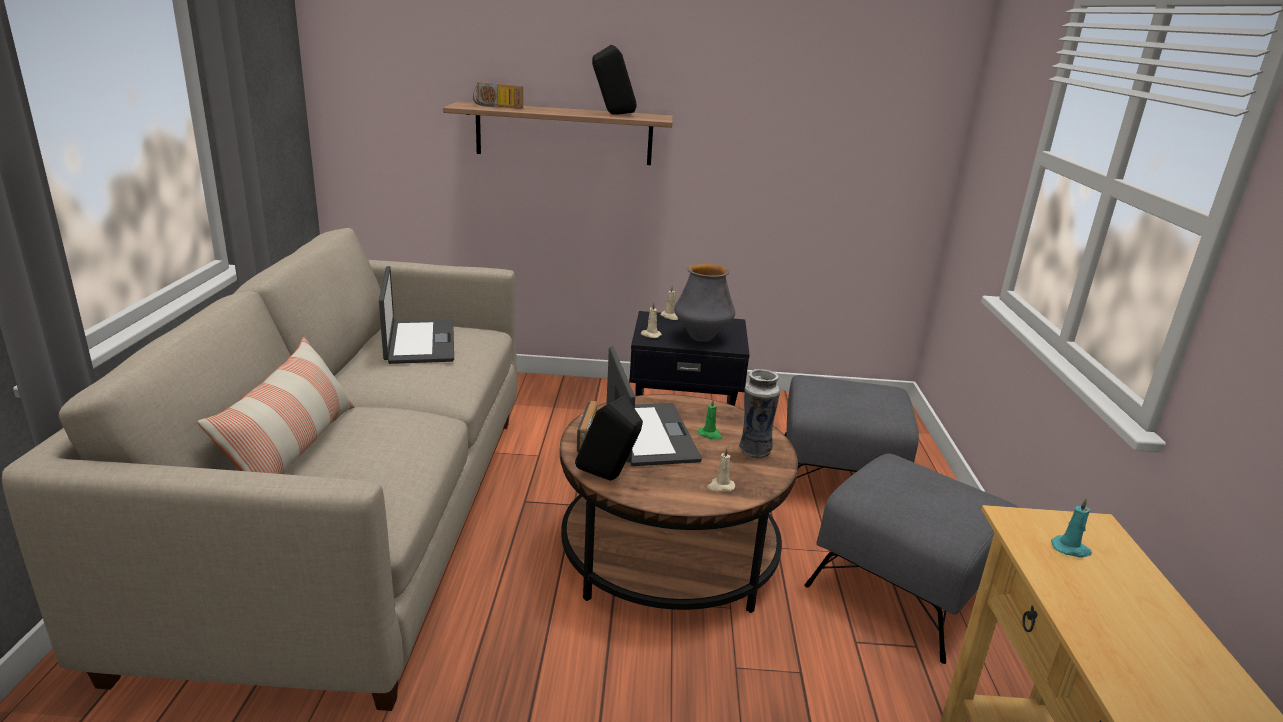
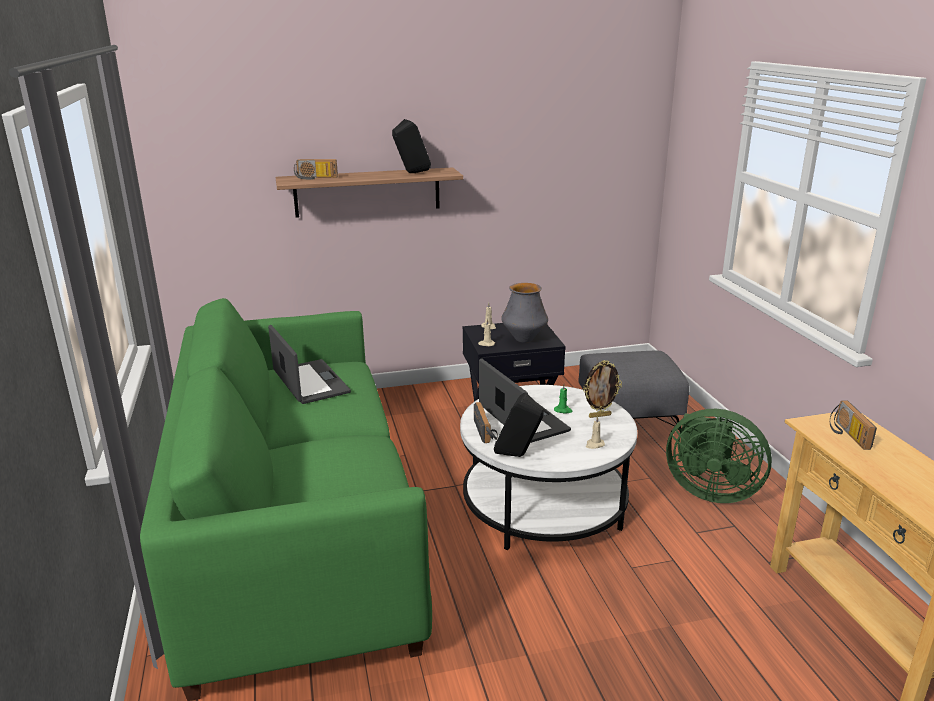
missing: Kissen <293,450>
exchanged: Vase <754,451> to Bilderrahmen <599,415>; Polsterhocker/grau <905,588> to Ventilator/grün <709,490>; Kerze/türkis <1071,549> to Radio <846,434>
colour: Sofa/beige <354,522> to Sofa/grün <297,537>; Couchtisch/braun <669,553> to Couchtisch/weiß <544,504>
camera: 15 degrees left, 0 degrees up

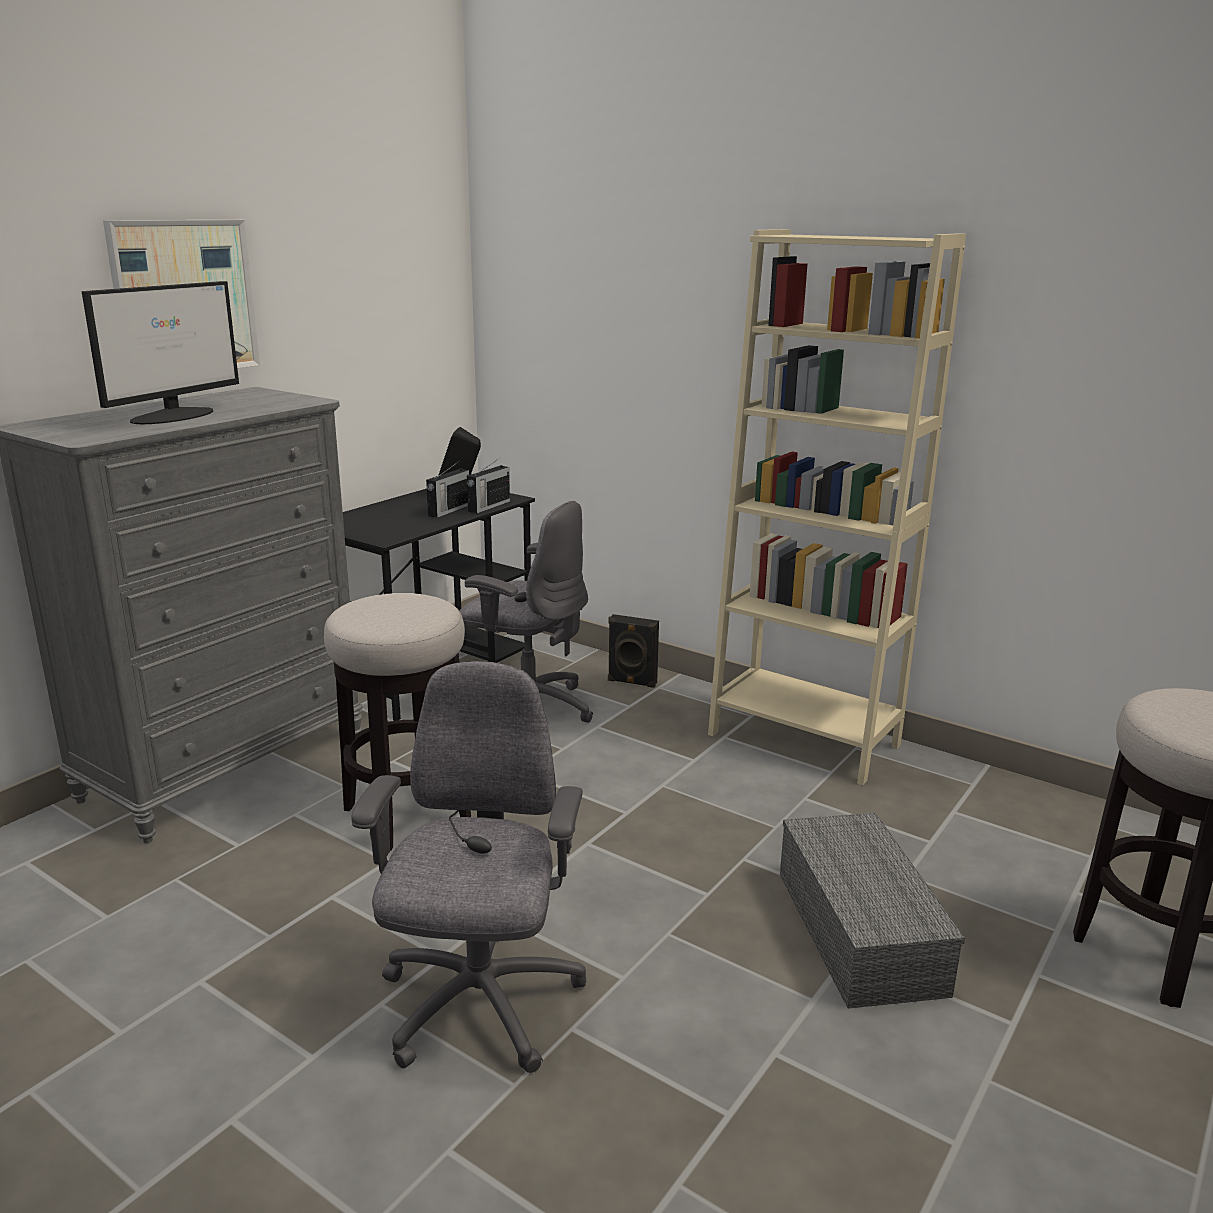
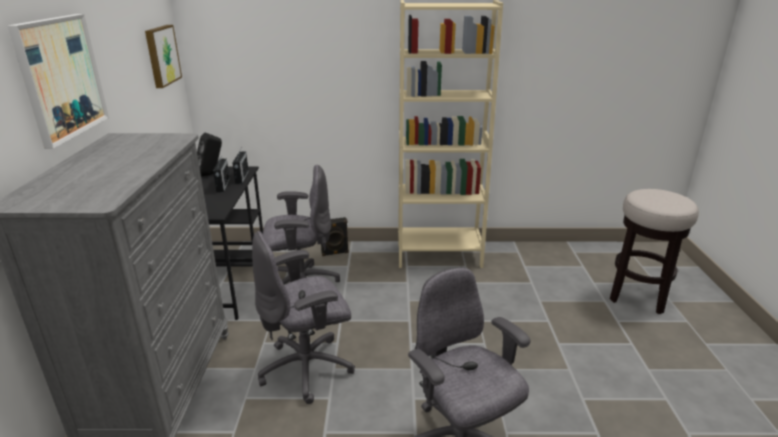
missing: Monitor <174,415>; Aufbewahrungsbox/grau <855,929>
appeared: Bild <161,55>
exchanged: Hocker <407,814> to Bürostuhl/grau <308,368>
camera: 35 degrees left, 5 degrees up

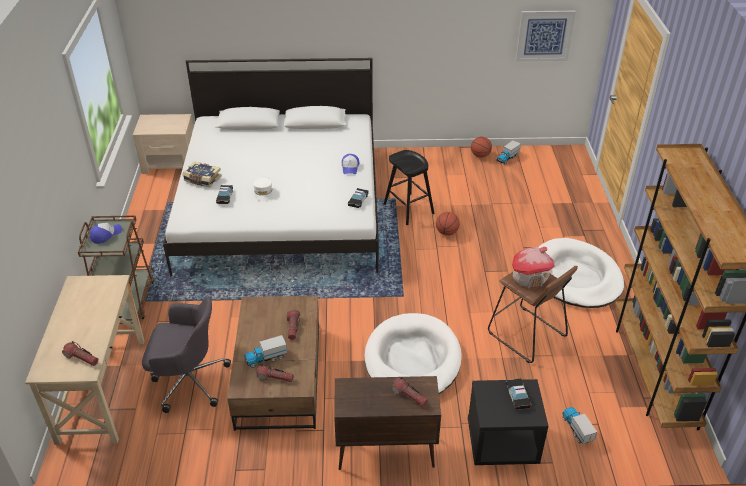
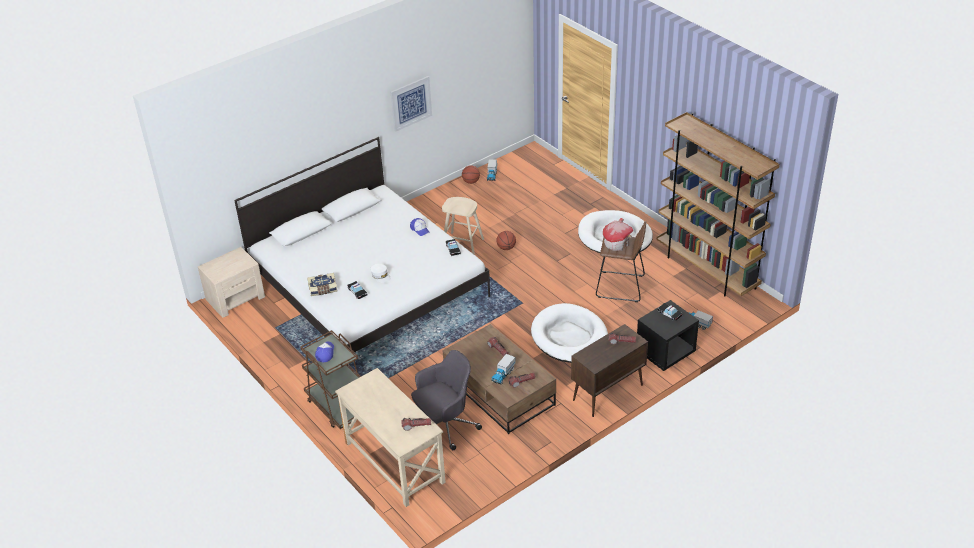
relocated: Bild <544,35> to <411,103>
colour: Hocker/schwarz <408,209> to Hocker/beige <462,244>
camera: 35 degrees left, 0 degrees up

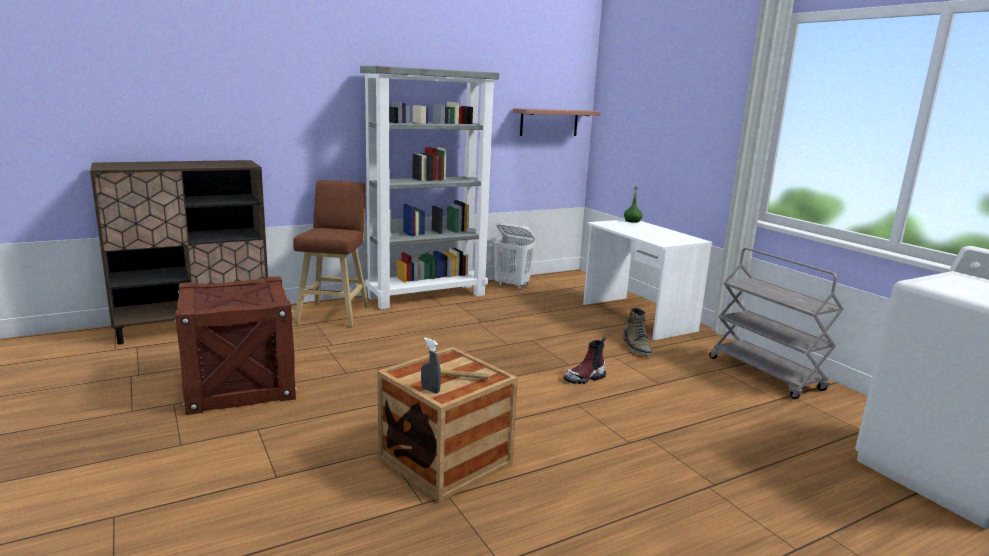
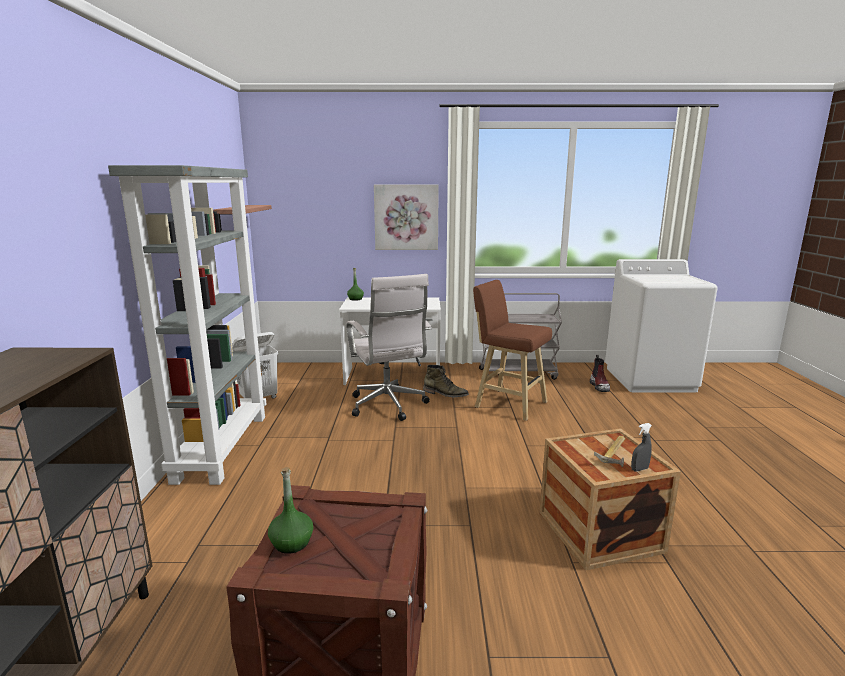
appeared: Bild <406,217>; Bürostuhl/weiß <388,406>; Flasche/grün <291,543>
relocated: Hocker/braun <334,313> to <508,404>; Stiefel <585,378> to <599,386>
camera: 60 degrees left, 0 degrees up

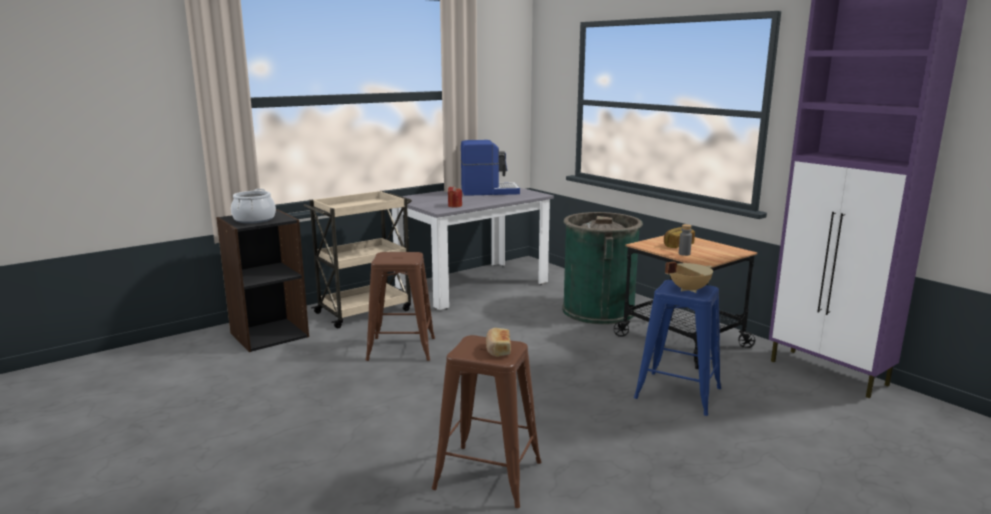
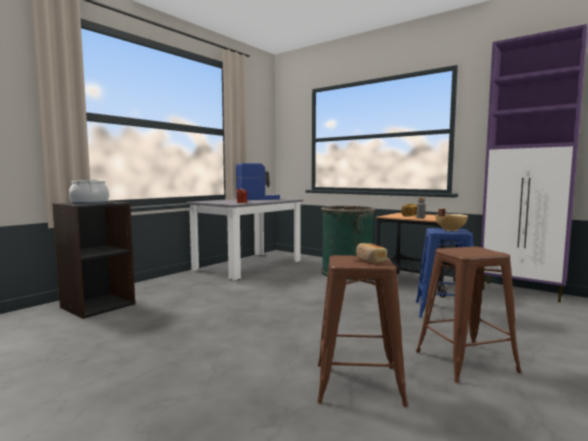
missing: Rollwagen/beige <365,311>
relocated: Hocker/braun <401,349> to <465,361>
camera: 15 degrees left, 10 degrees down

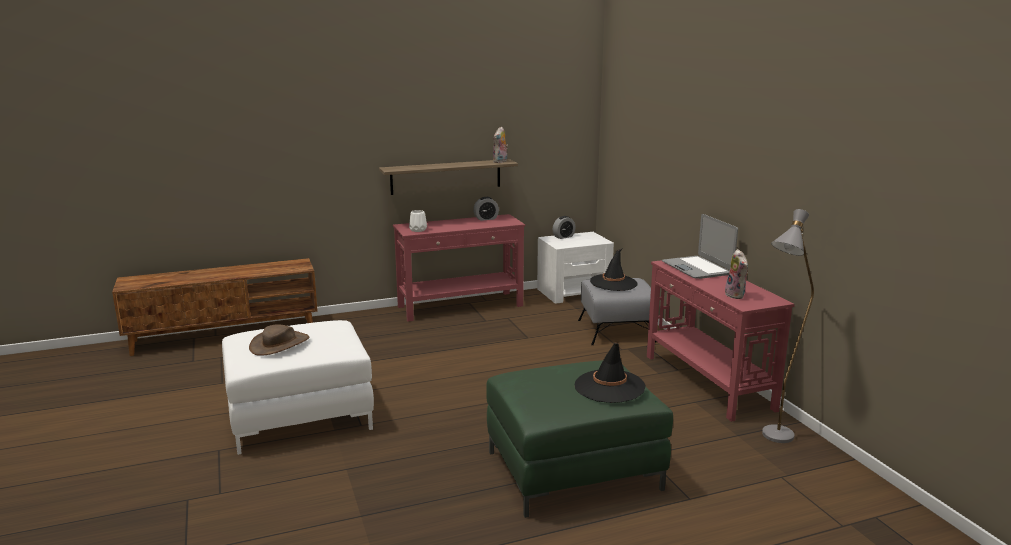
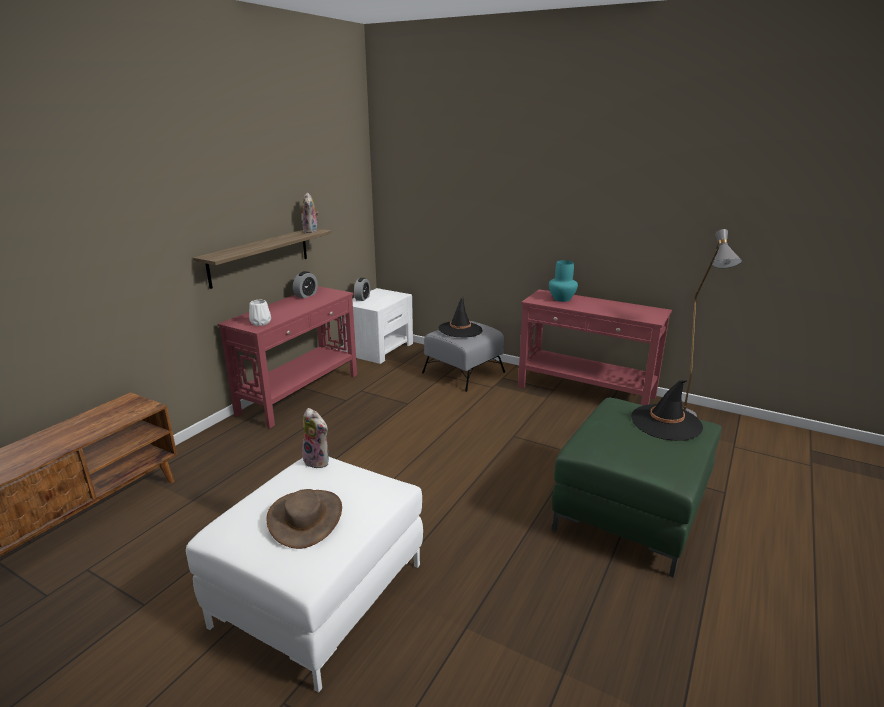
relocated: Plüschtier <736,295> to <318,461>
exchanged: Laptop <697,268> to Vase/türkis <562,299>
camera: 40 degrees left, 5 degrees up

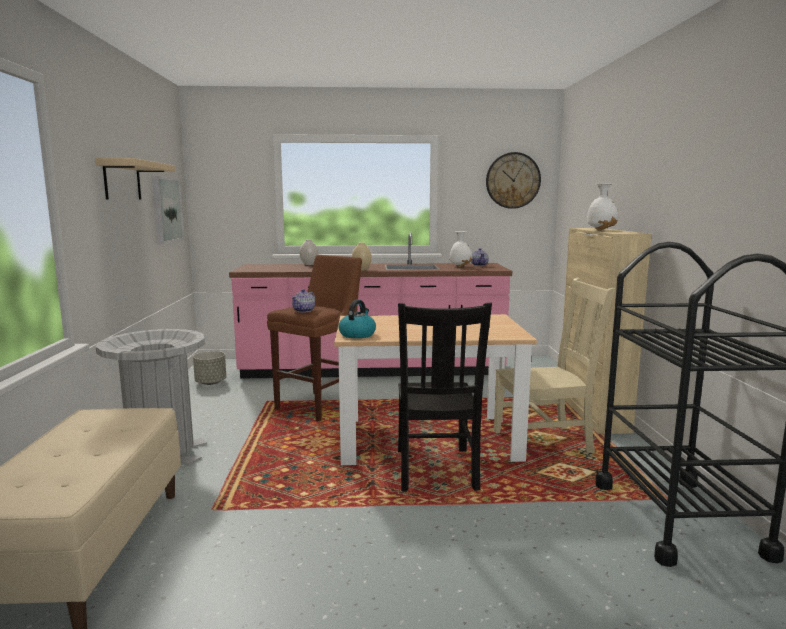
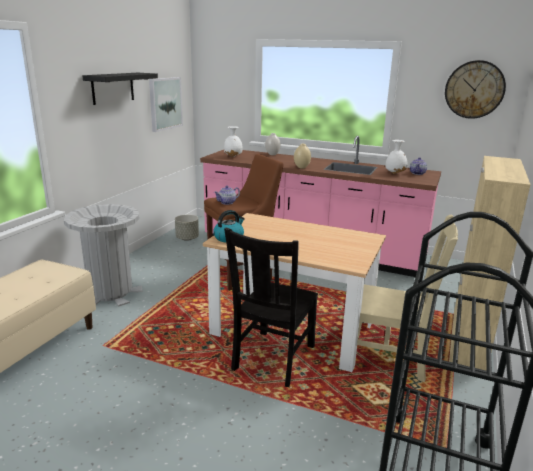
relocated: Vase/weiß <601,230> to <233,156>
colour: Wandregal/beige <122,180> to Wandregal/schwarz <113,88>
camera: 25 degrees right, 10 degrees up

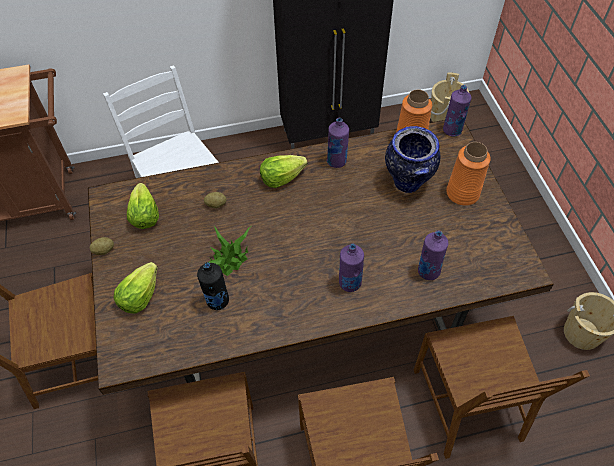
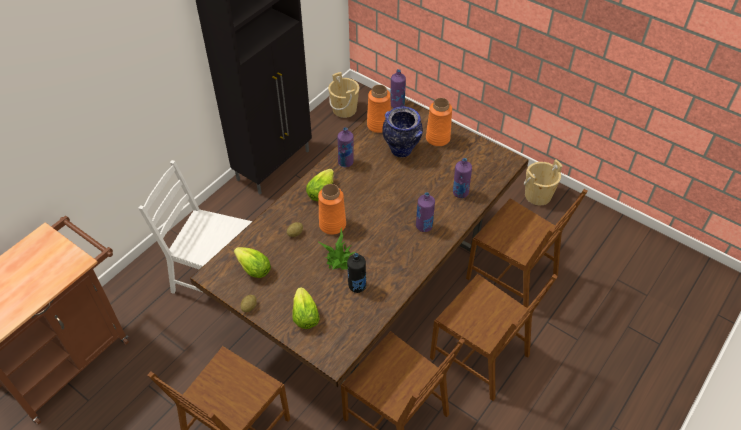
appeared: Vase/orange <332,224>
camera: 40 degrees left, 5 degrees down

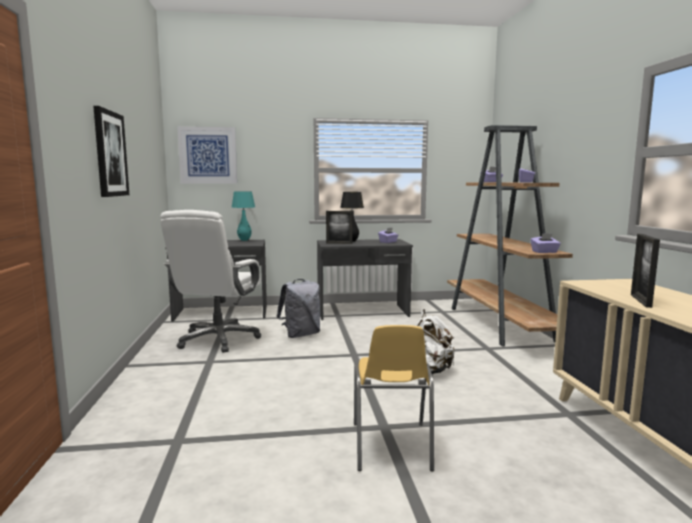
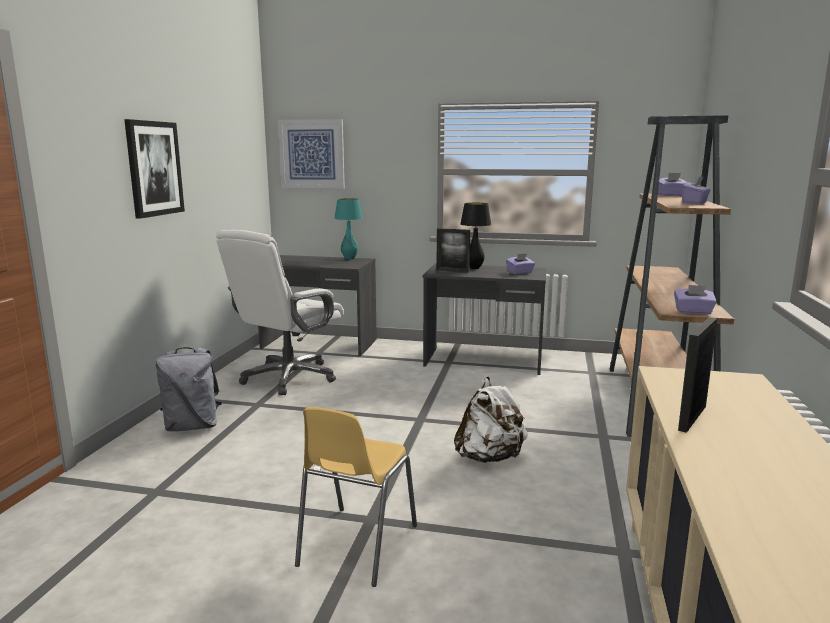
relocated: Rucksack/grau <301,334> to <193,426>
camera: 20 degrees right, 5 degrees up

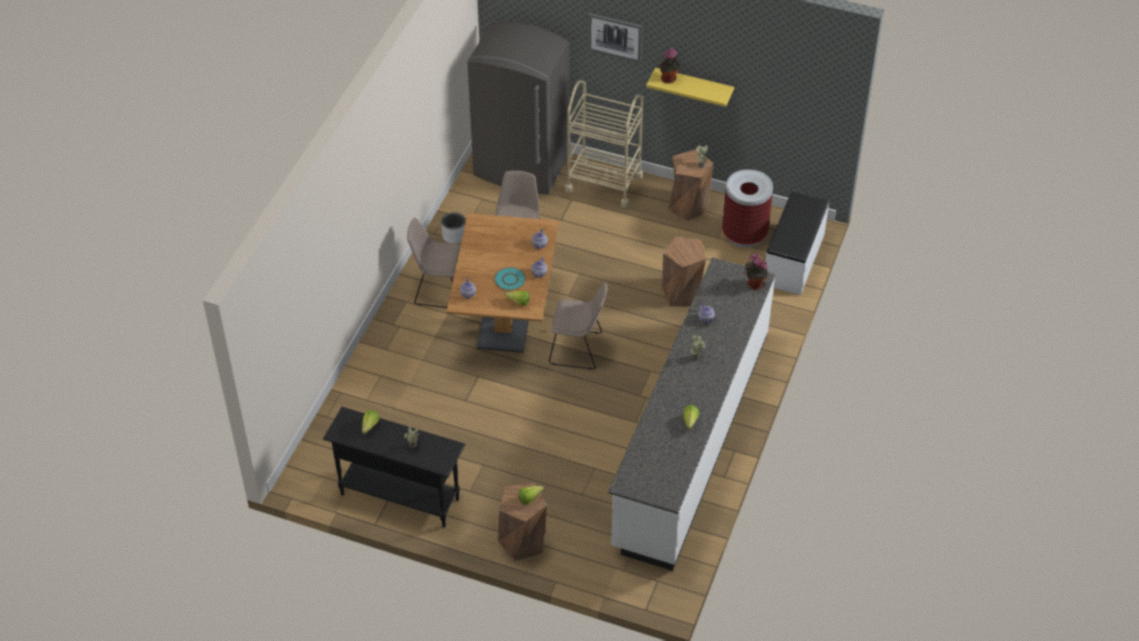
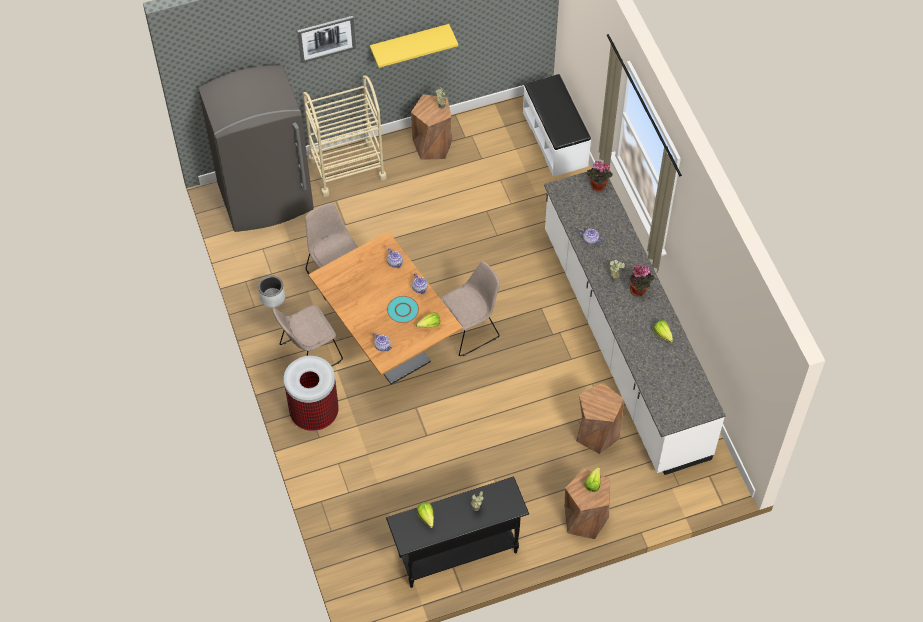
relocated: Topfpflanze <669,79> to <639,290>; Mülleimer <744,234> to <314,413>; Hocker/braun <683,293> to <597,433>
camera: 40 degrees left, 10 degrees up

